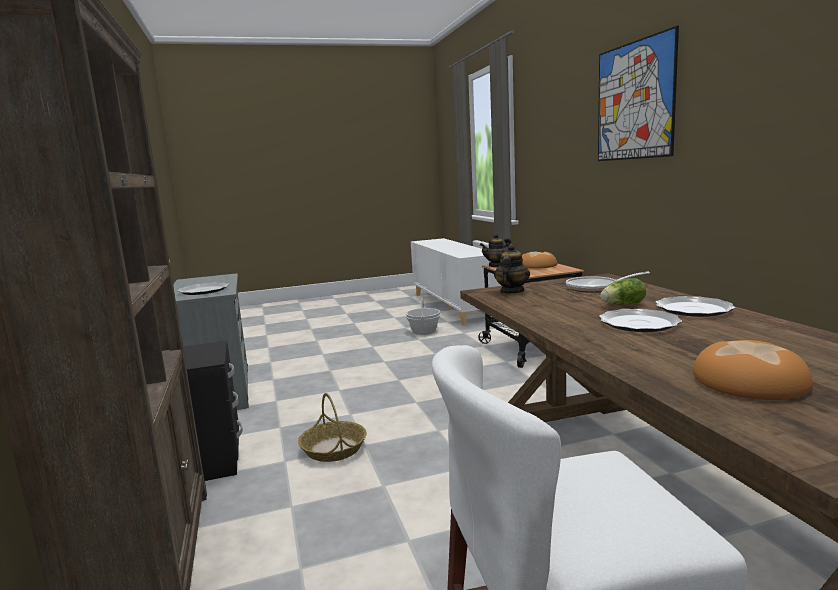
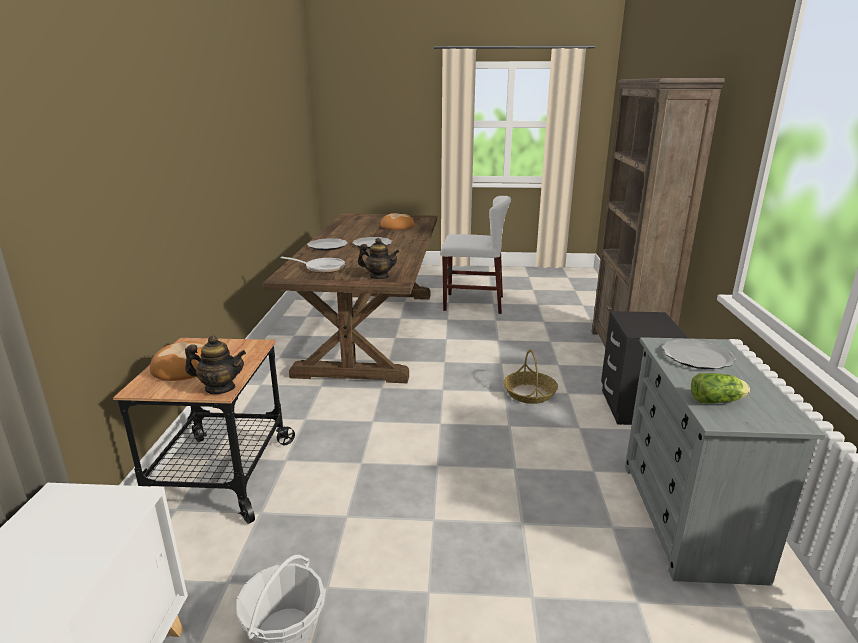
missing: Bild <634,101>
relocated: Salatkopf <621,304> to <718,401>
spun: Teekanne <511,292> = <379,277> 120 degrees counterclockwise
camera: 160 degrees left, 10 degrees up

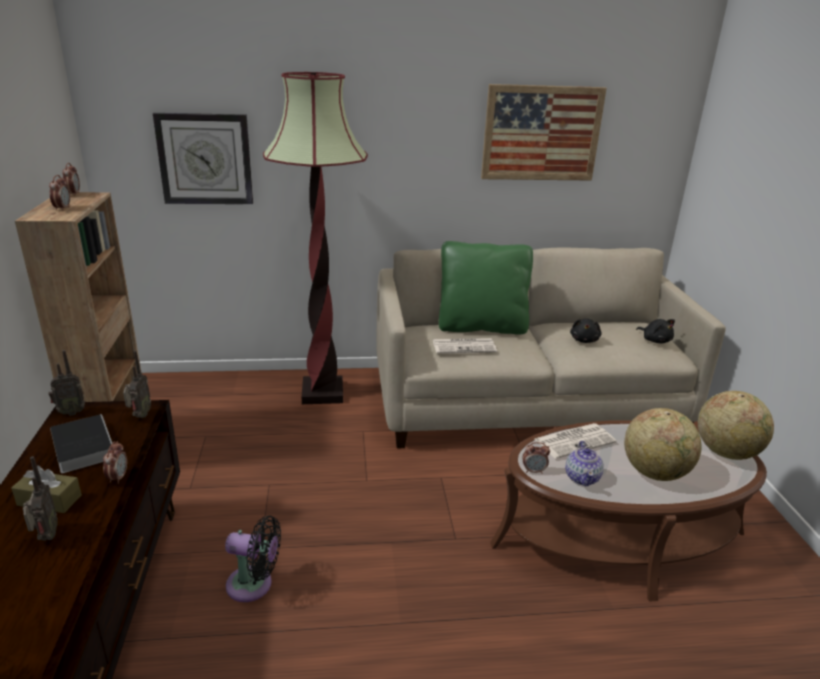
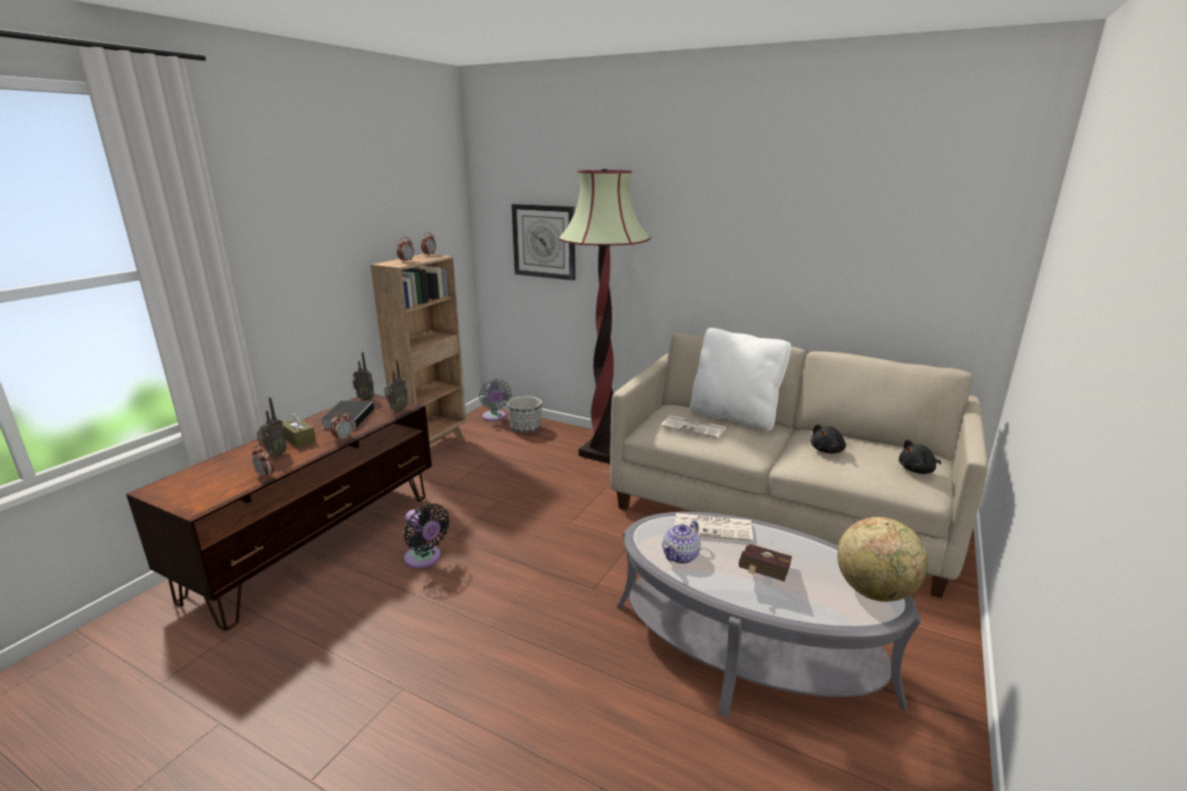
missing: Bild <541,133>
appeared: Ventilator/grau <495,417>; Pflanzkübel <525,428>
relocated: Wecker <534,471> to <265,475>
exchanged: Globus <655,472> to Buch/rot <762,578>
colour: Kissen/grün <481,327> to Kissen/weiß <734,417>; Couchtisch/braun <618,538> to Couchtisch/grau <747,651>
spun: Plüschtier/schwarz <655,340> = <917,470> 75 degrees clockwise
camera: 35 degrees right, 5 degrees down

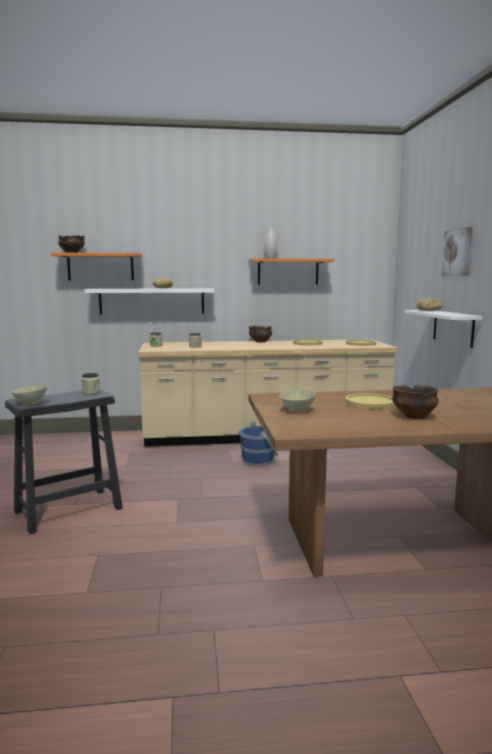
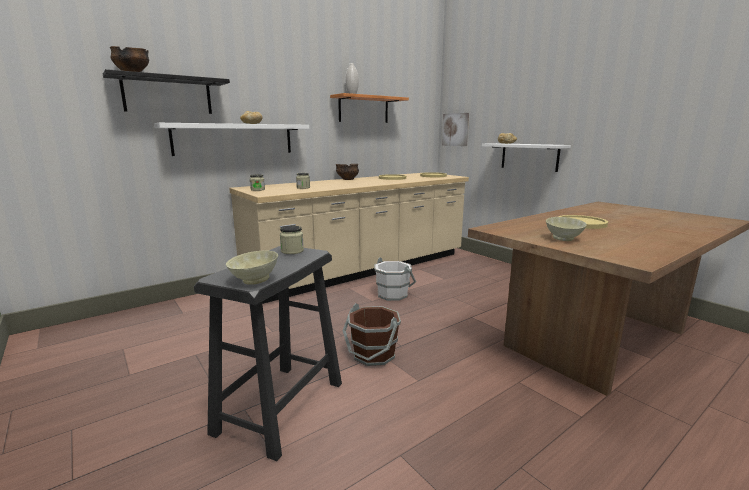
missing: Schüssel <414,416>
appeared: Eimer/braun <373,354>
relocated: Bild <458,252> to <455,129>
colour: Wandregal/orange <100,267> to Wandregal/schwarz <168,95>; Eimer/blau <258,460> to Eimer/weiß <392,294>
camera: 30 degrees left, 5 degrees up

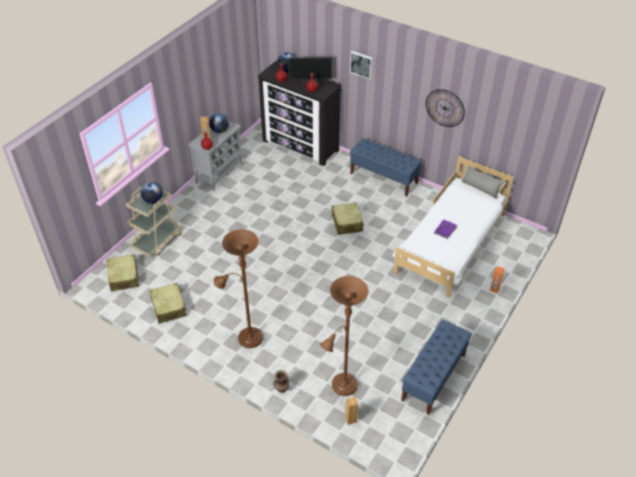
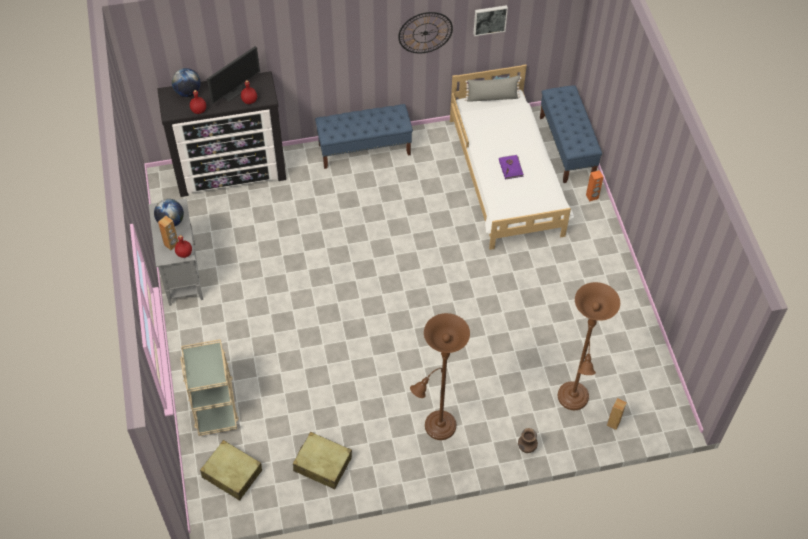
missing: Globus <153,200>; Koffer/beige <347,223>
relocated: Bild <361,64> to <490,19>; Bank/blau <433,377> to <567,147>
camera: 45 degrees left, 10 degrees up

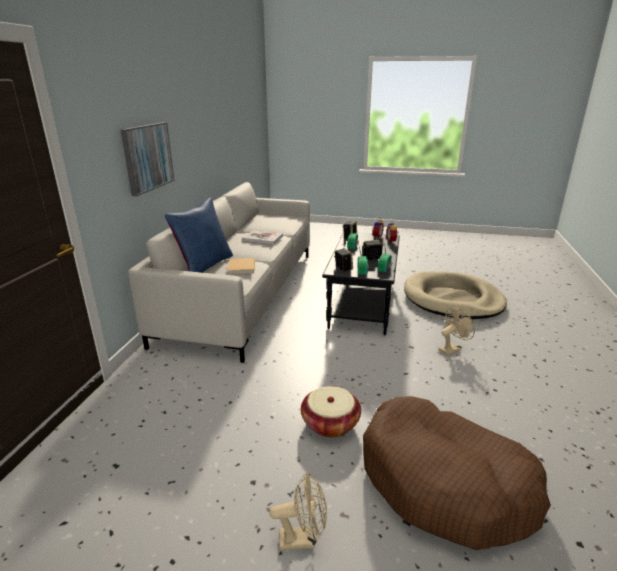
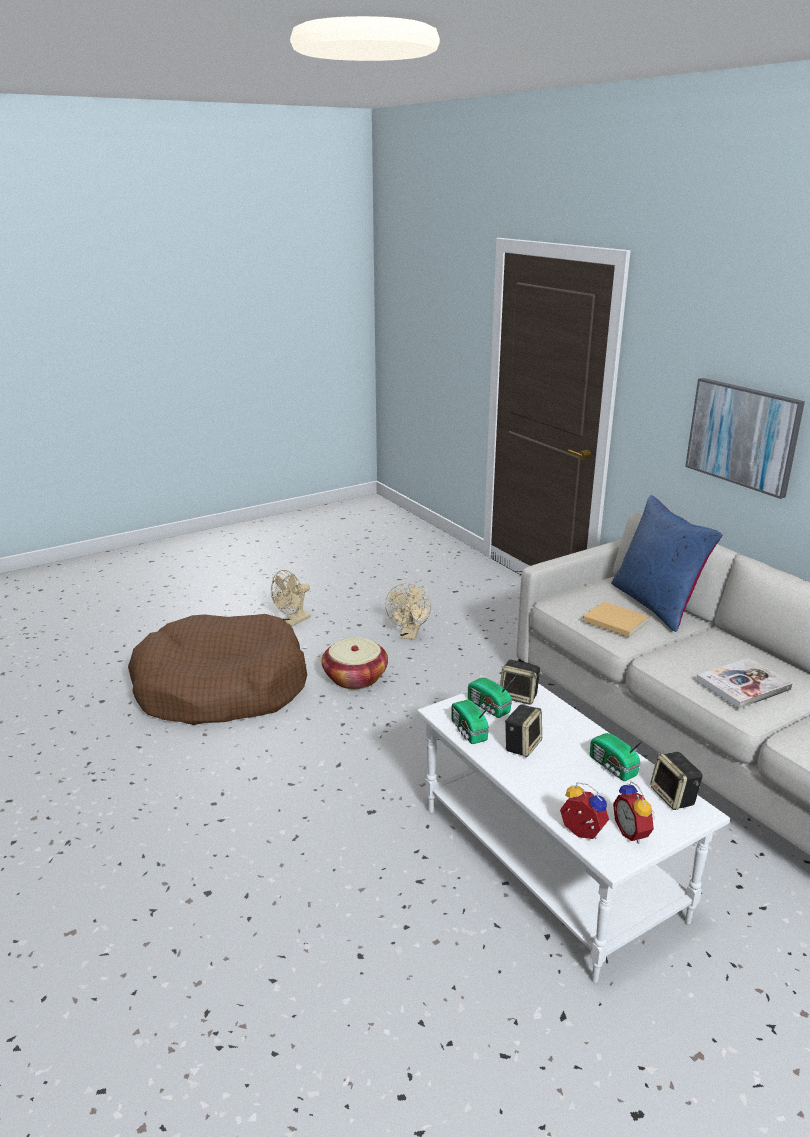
missing: Hundebett/beige <452,299>
relocated: Ventilator/beige <452,349> to <409,635>
colour: Couchtisch/schwarz <362,304> to Couchtisch/weiß <551,862>
camera: 135 degrees right, 0 degrees up

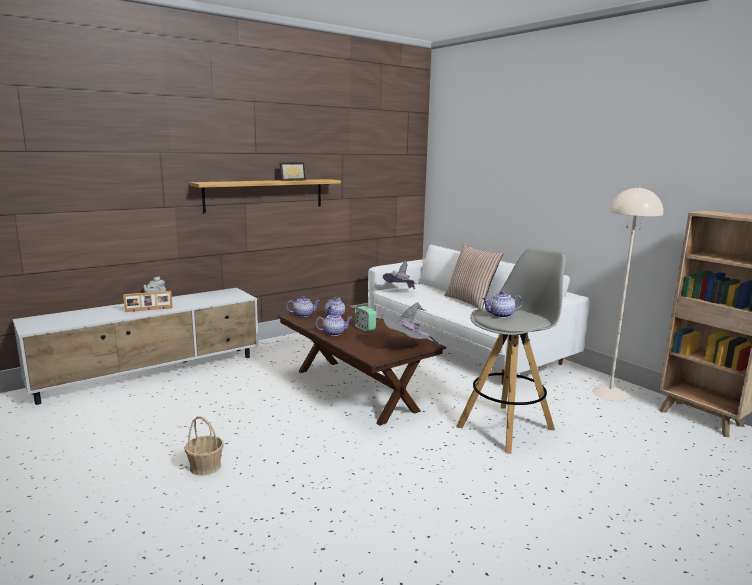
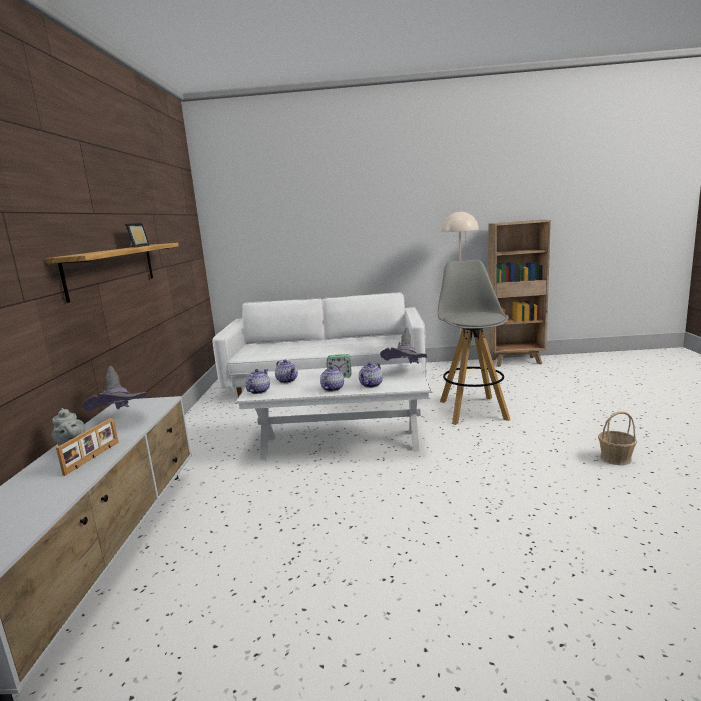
missing: Kissen <470,302>
relocated: Hut/grau <401,293> to <120,421>; Teekanne <500,315> to <371,385>; Korb <205,466> to <615,458>
colour: Couchtisch/braun <355,389> to Couchtisch/weiß <340,443>
camera: 50 degrees left, 0 degrees up

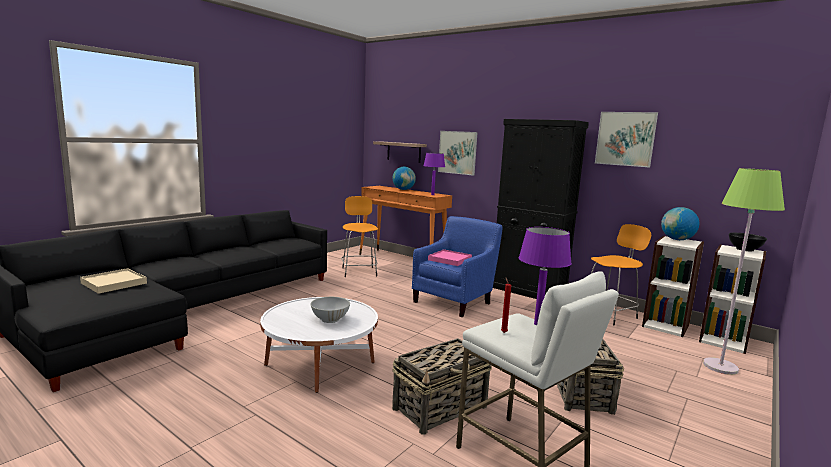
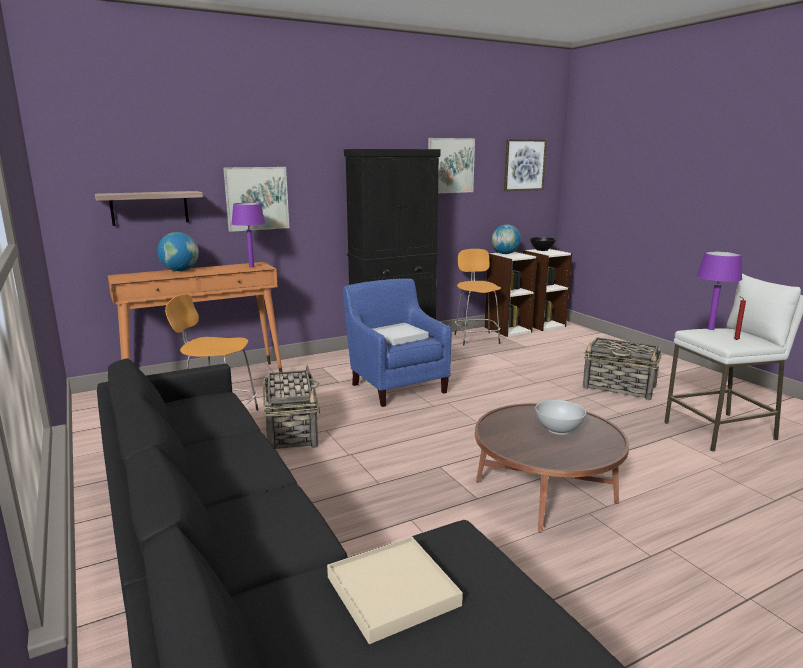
missing: Stehlampe/grün <720,367>
appeared: Bild <524,165>
relocated: Korb <441,407> to <292,431>
colour: Tablett/rosa <450,259> to Tablett/weiß <399,336>; Couchtisch/weiß <320,363> to Couchtisch/braun <545,492>
camera: 65 degrees left, 5 degrees up

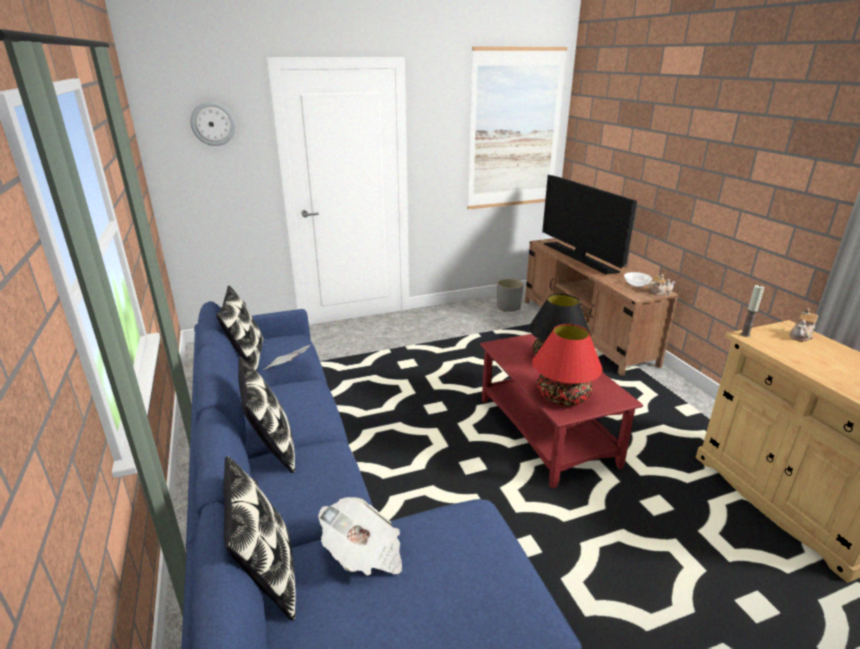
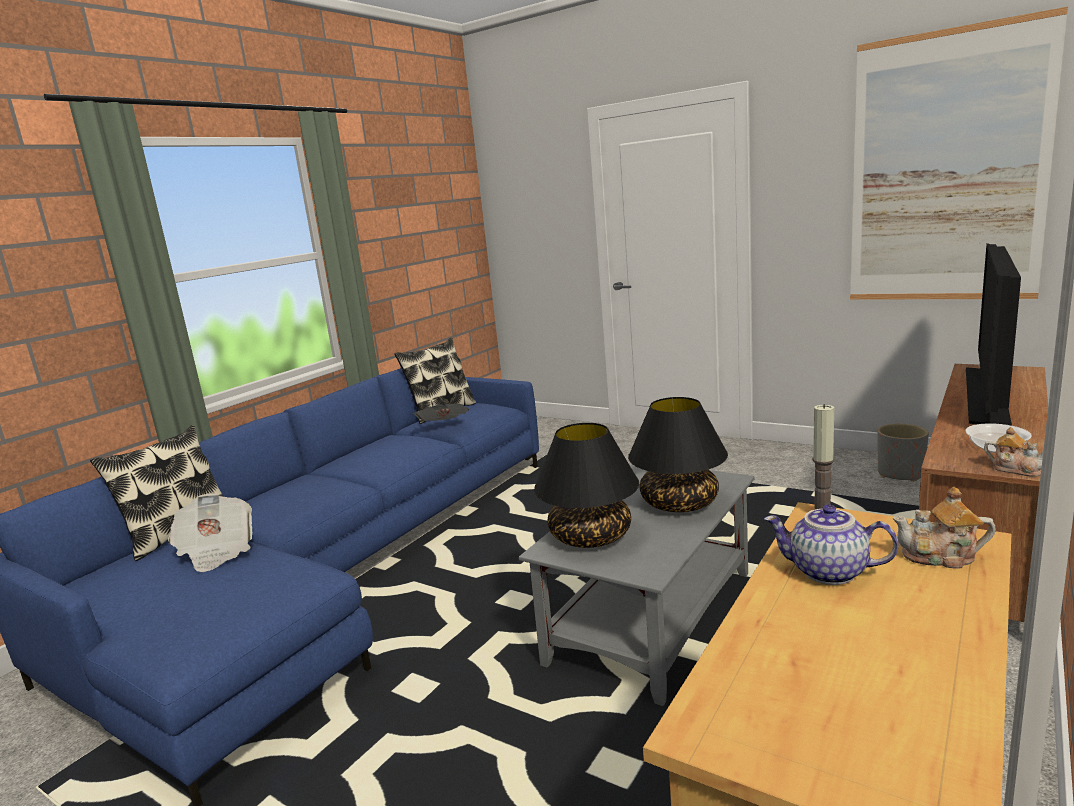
missing: Wanduhr <213,124>; Kissen <272,448>
appeared: Teekanne <827,573>
colour: Tischlampe/rot <563,396> to Tischlampe/schwarz <591,537>; Couchtisch/rot <545,431> to Couchtisch/grau <652,616>
camera: 55 degrees right, 10 degrees down

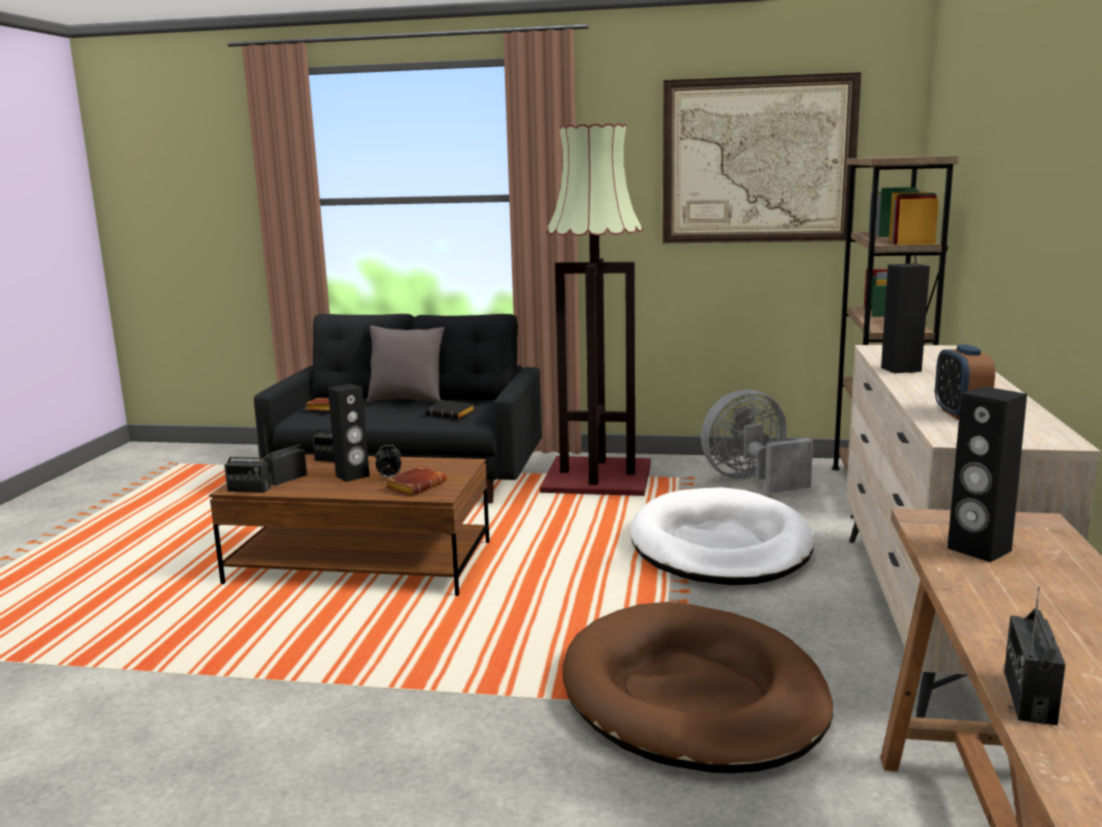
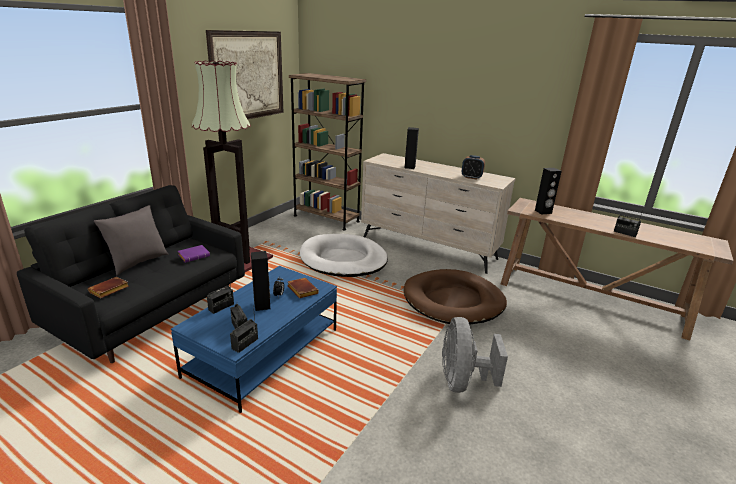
relocated: Ventilator/grau <751,480> to <462,381>
colour: Buch/schwarz <452,414> to Buch/lila <194,256>; Couchtisch/braun <361,562> to Couchtisch/blau <264,352>
camera: 70 degrees left, 10 degrees up

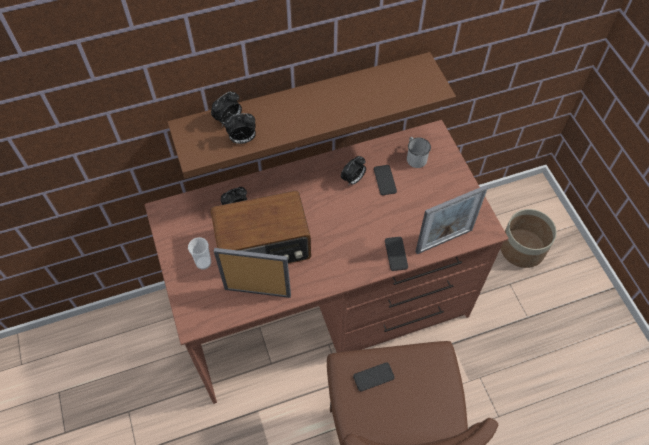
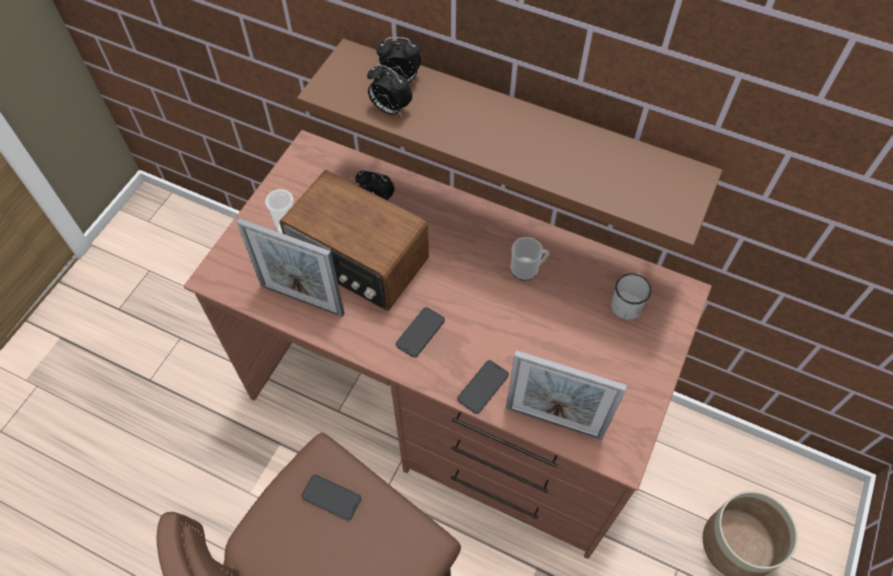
relocated: Handy <385,180> to <420,332>
exchanged: Wecker <353,180> to Henkelbecher <527,269>
spun: Bilderrahmen <257,292> = <302,299> 150 degrees clockwise
camera: 45 degrees right, 0 degrees up

